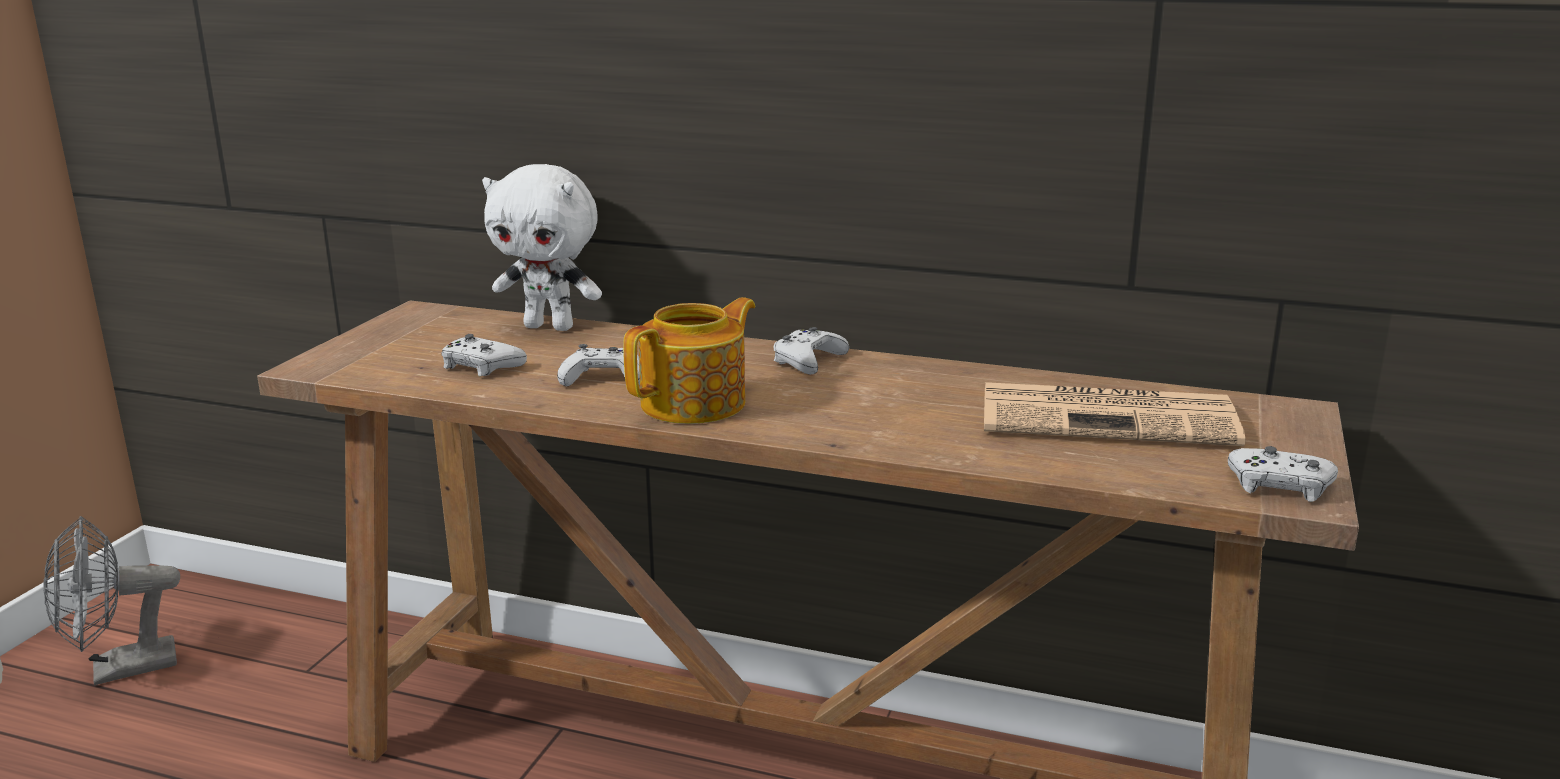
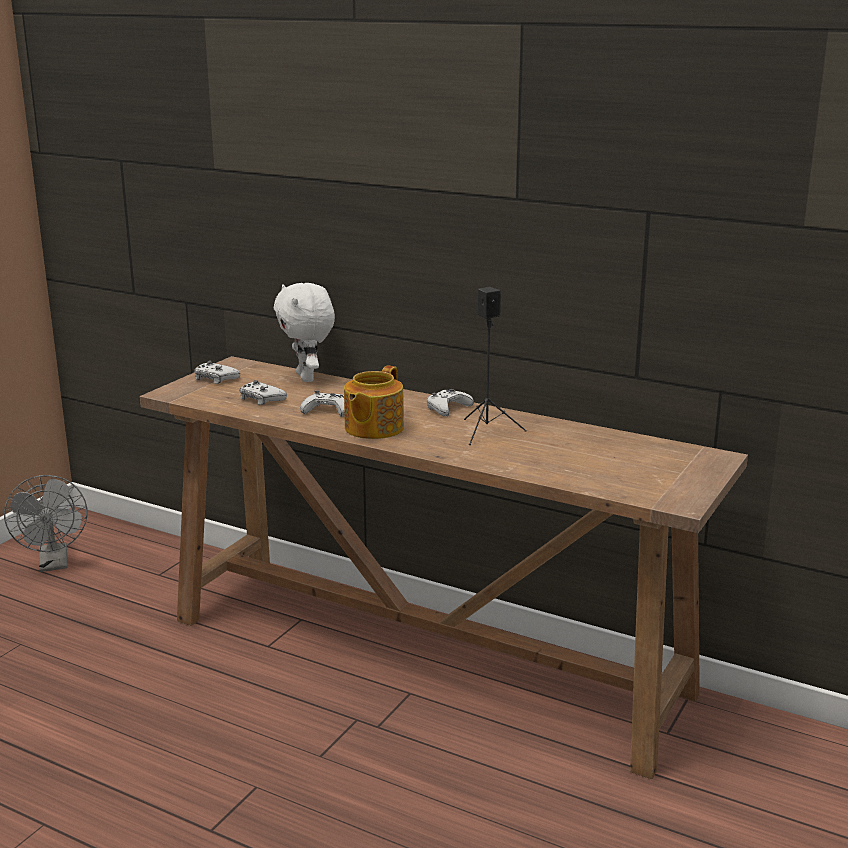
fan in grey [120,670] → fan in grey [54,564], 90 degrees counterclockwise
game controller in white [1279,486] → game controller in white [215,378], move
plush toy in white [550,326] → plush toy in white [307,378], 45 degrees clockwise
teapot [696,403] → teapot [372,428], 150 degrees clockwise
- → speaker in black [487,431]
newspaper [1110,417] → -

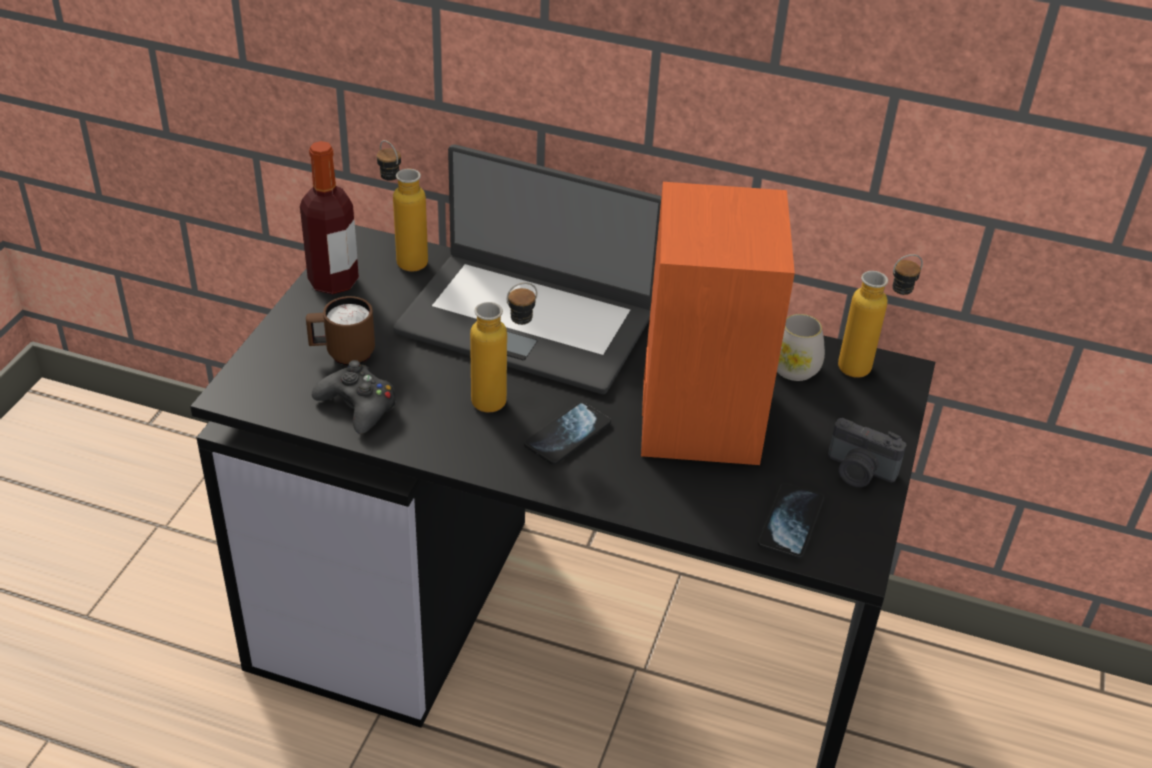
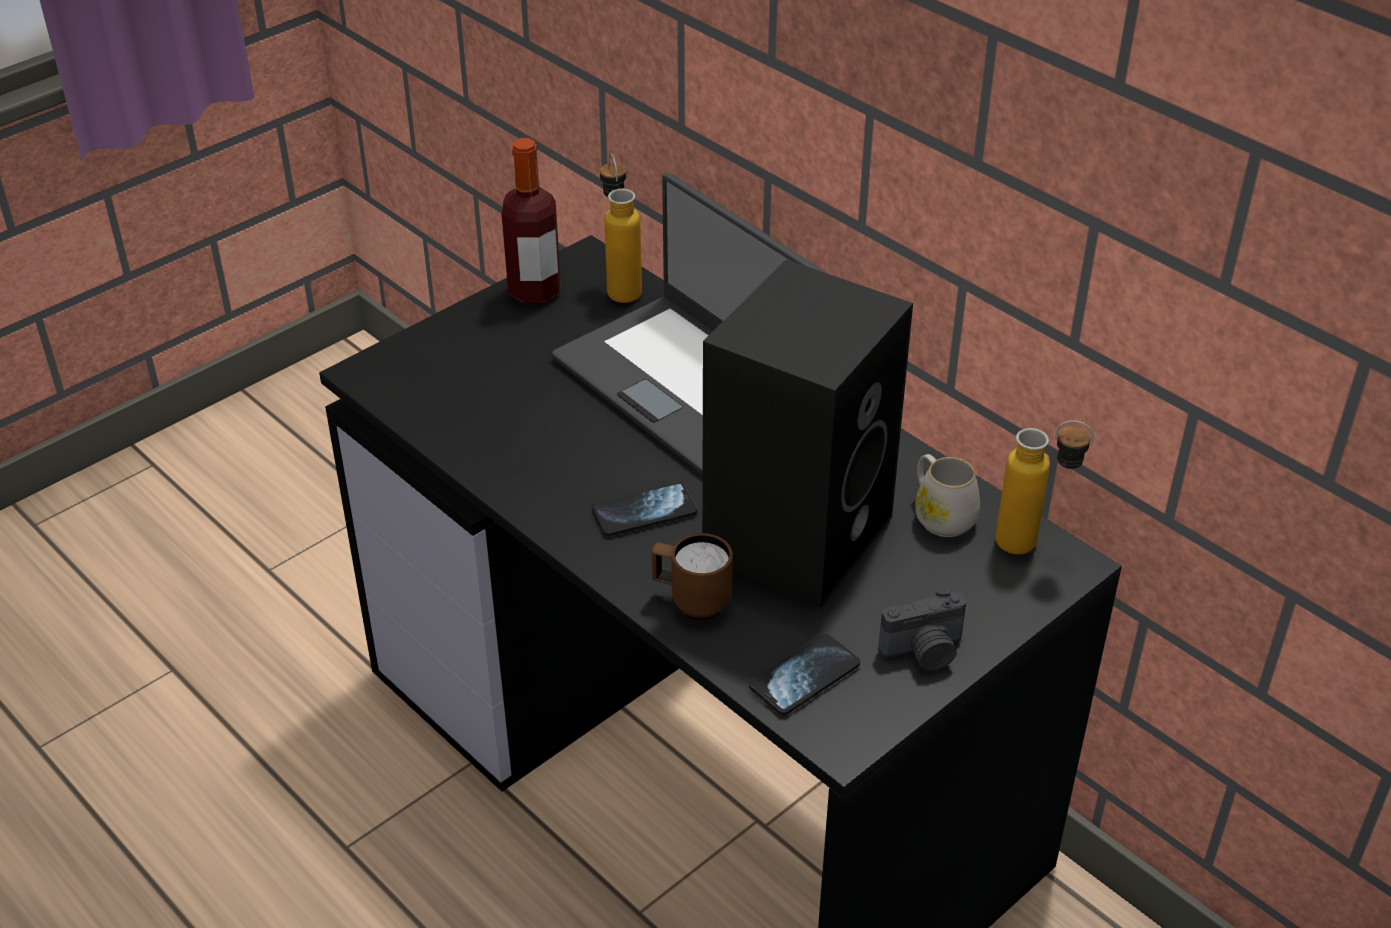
mug in brown [343,355] → mug in brown [691,601], move
speaker in orange [696,412] → speaker in black [797,532]
photo camera [858,472] → photo camera [924,652], 75 degrees counterclockwise
game controller in black [358,406] → -
bottle [503,399] → -

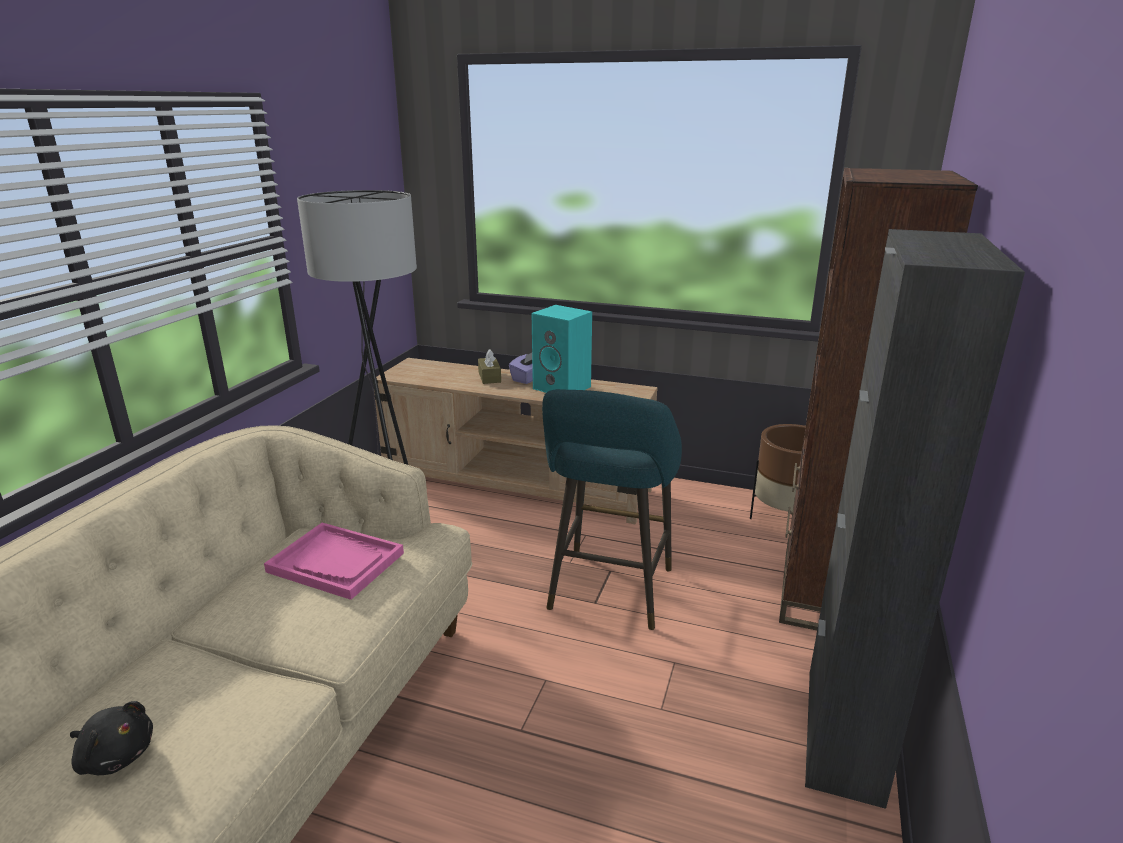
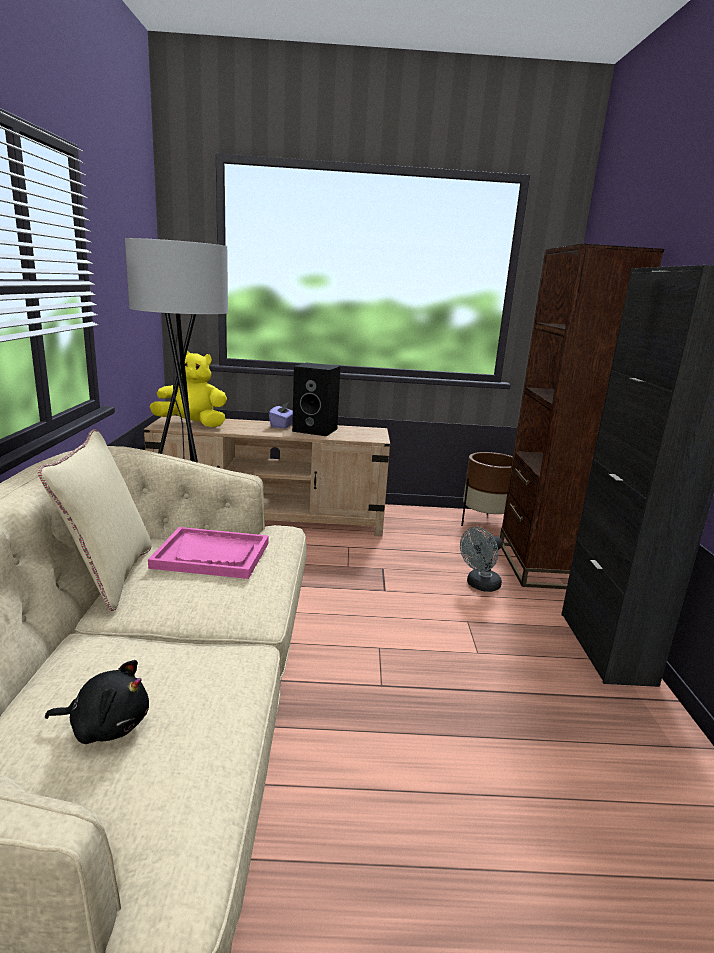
- → pillow in beige [109,576]
- → plush toy in yellow [192,424]
speaker in turquoise [563,388] → speaker in black [316,430]
- → fan in grey [479,585]
tissue box in brown [489,377] → -
stool in turquoise [609,593] → -

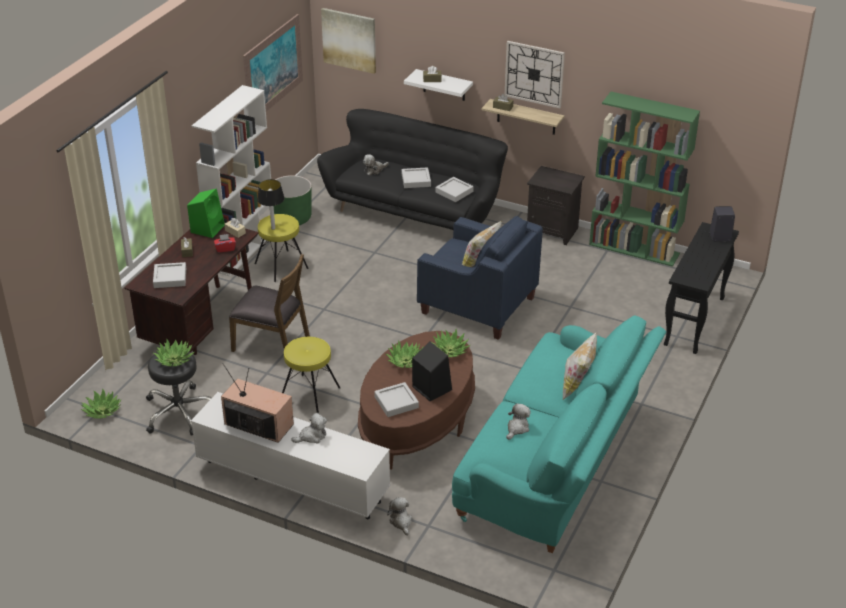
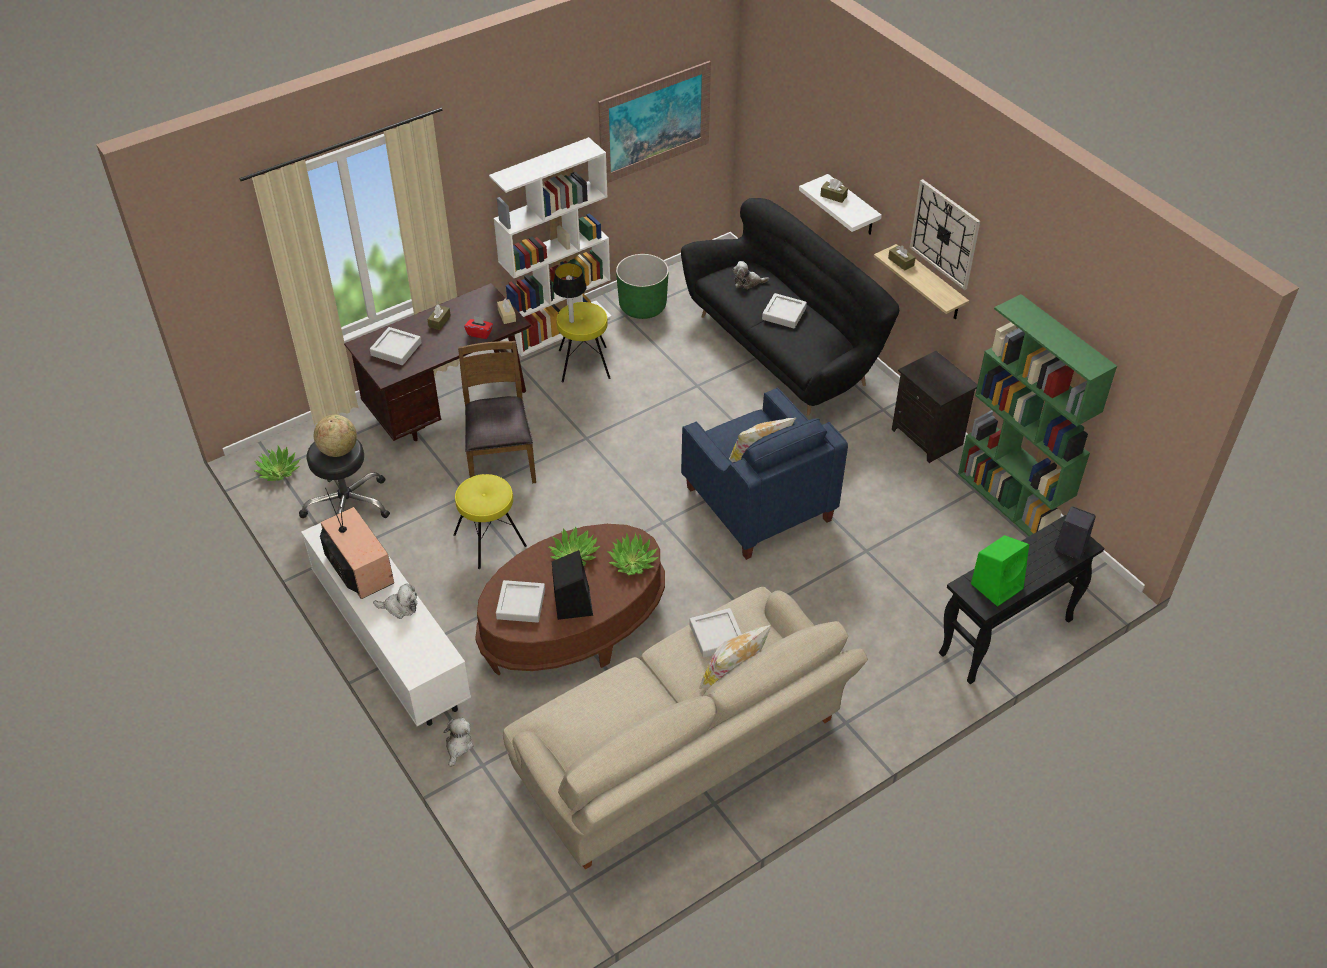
potted plant [174,359] → globe [338,450]
chair in brown [272,343] → chair in brown [500,458], 150 degrees counterclockwise
sofa in turquoise [557,463] → sofa in beige [682,755]
tray in grey [454,192] → tray in grey [716,635], move
speaker in green [208,228] → speaker in green [997,585], move
picture [349,40] → -
plush toy [517,428] → -

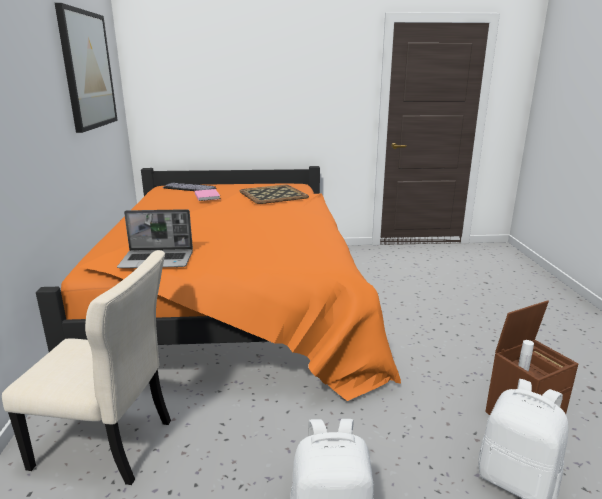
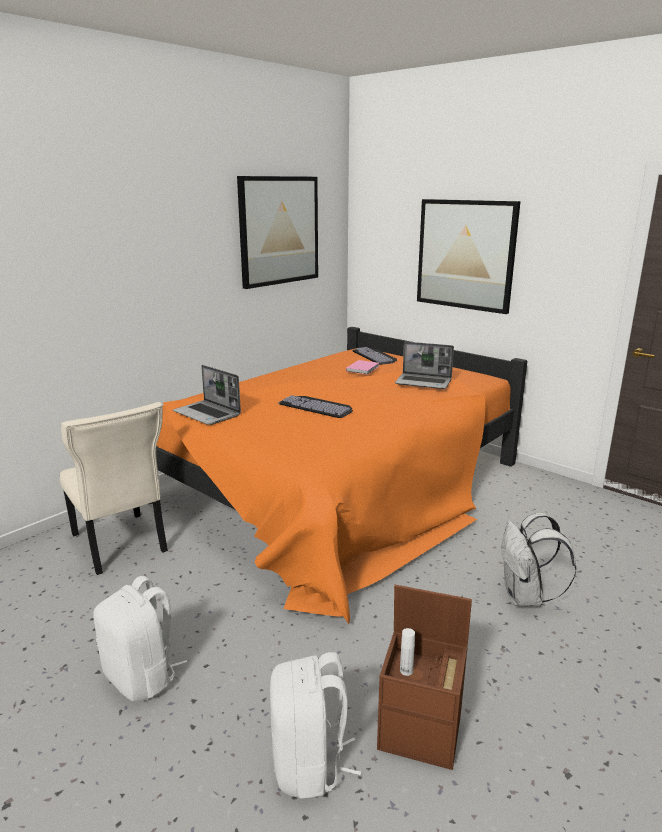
- → keyboard [318,406]
tray [273,194] → laptop [424,382]
- → picture [465,255]
- → backpack in white [525,597]

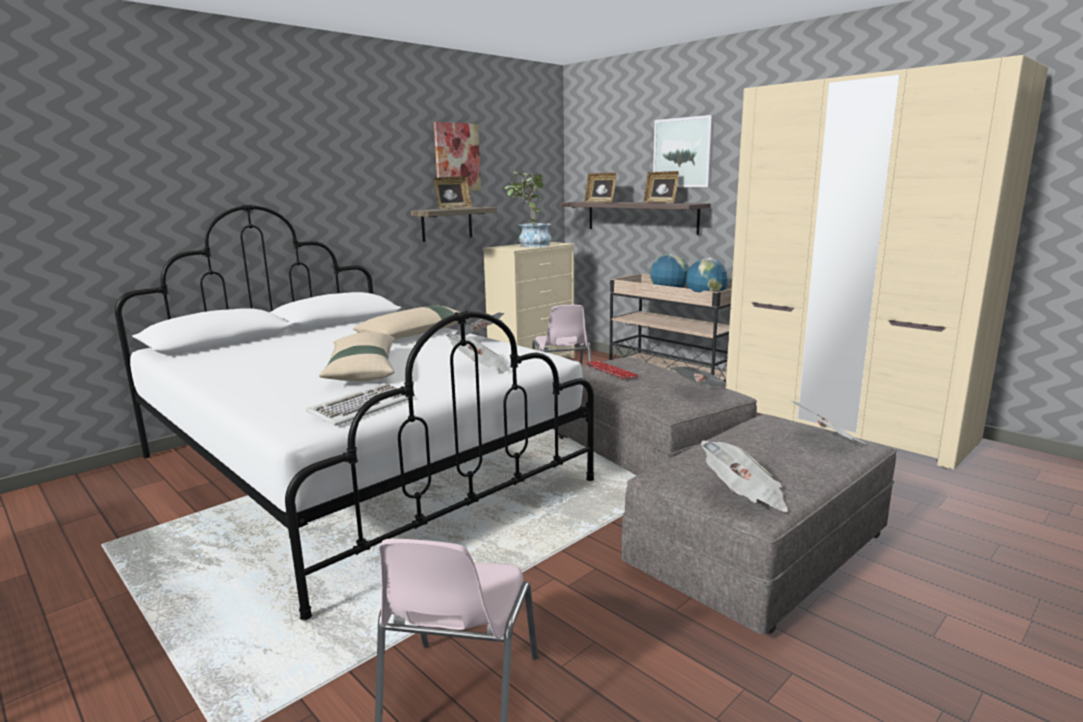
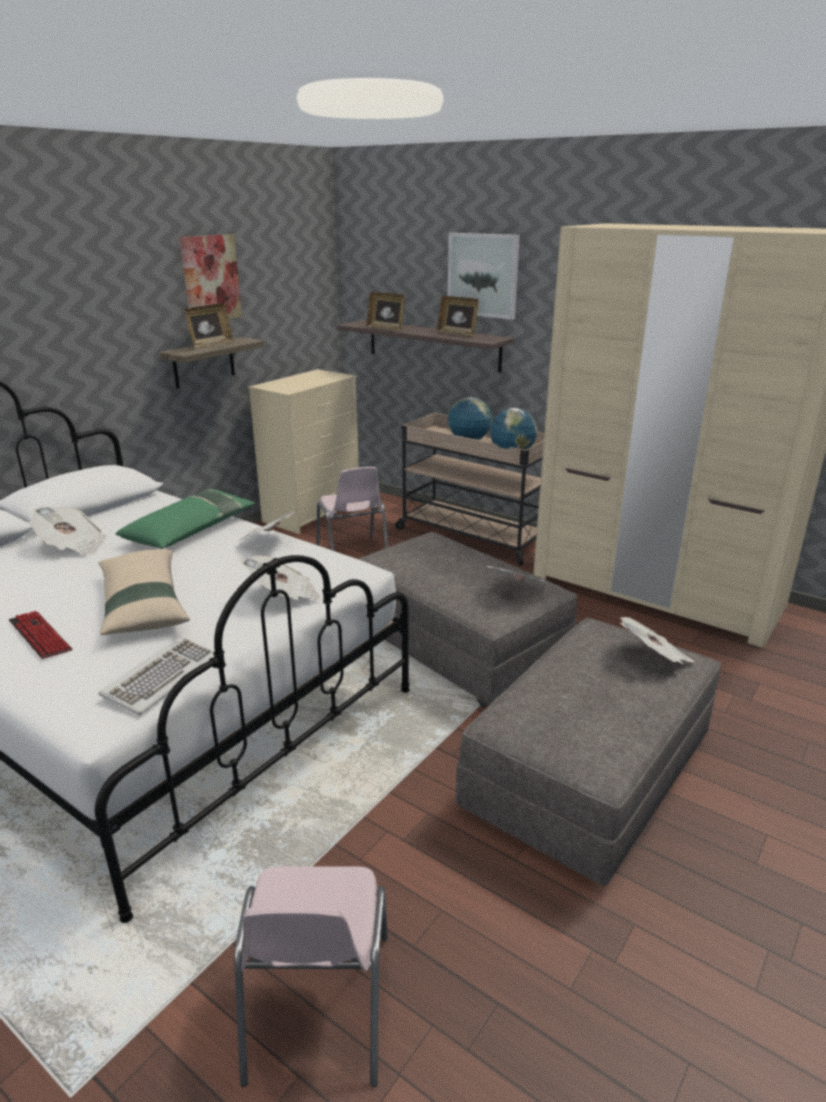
keyboard [610,371] → keyboard [40,636], move
newspaper [744,496] → newspaper [72,546], move
pillow in beige [416,334] → pillow in green [191,530]
potted plant [530,245] → -

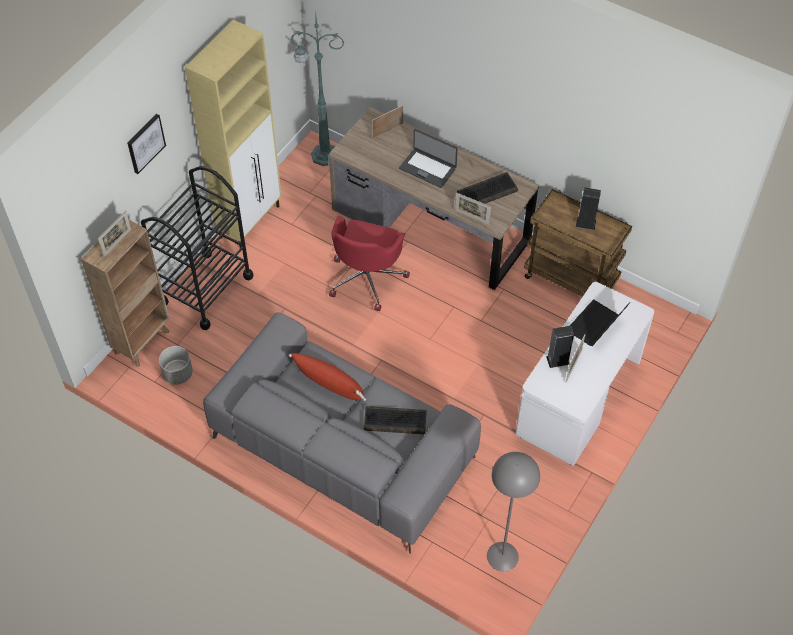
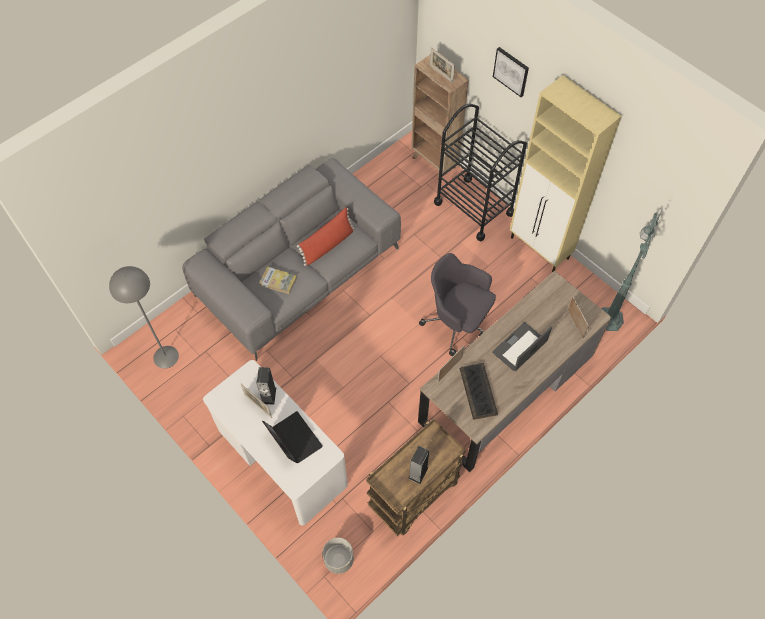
keyboard [394,421] → book [278,281]
planter in grey [178,374] → planter in grey [339,559], move
office chair in red [367,278] → office chair in grey [457,323]

